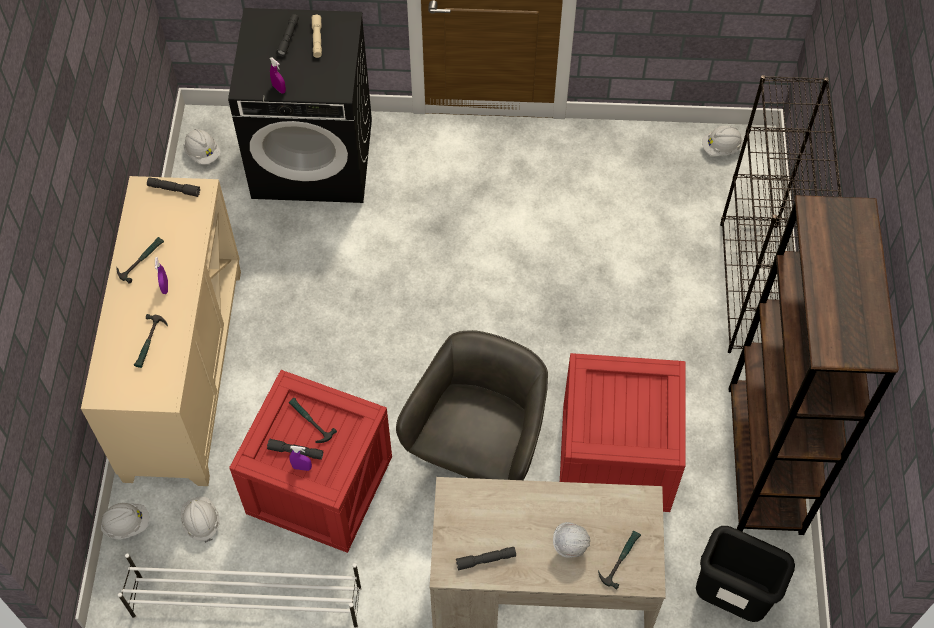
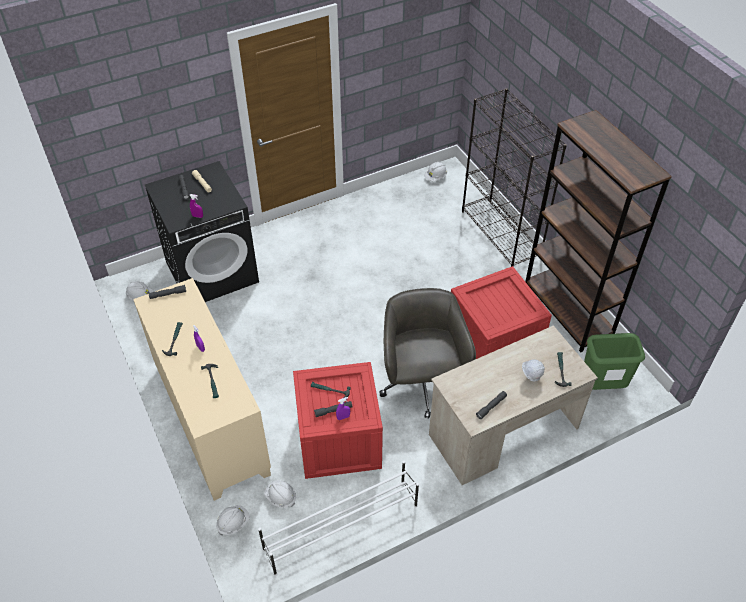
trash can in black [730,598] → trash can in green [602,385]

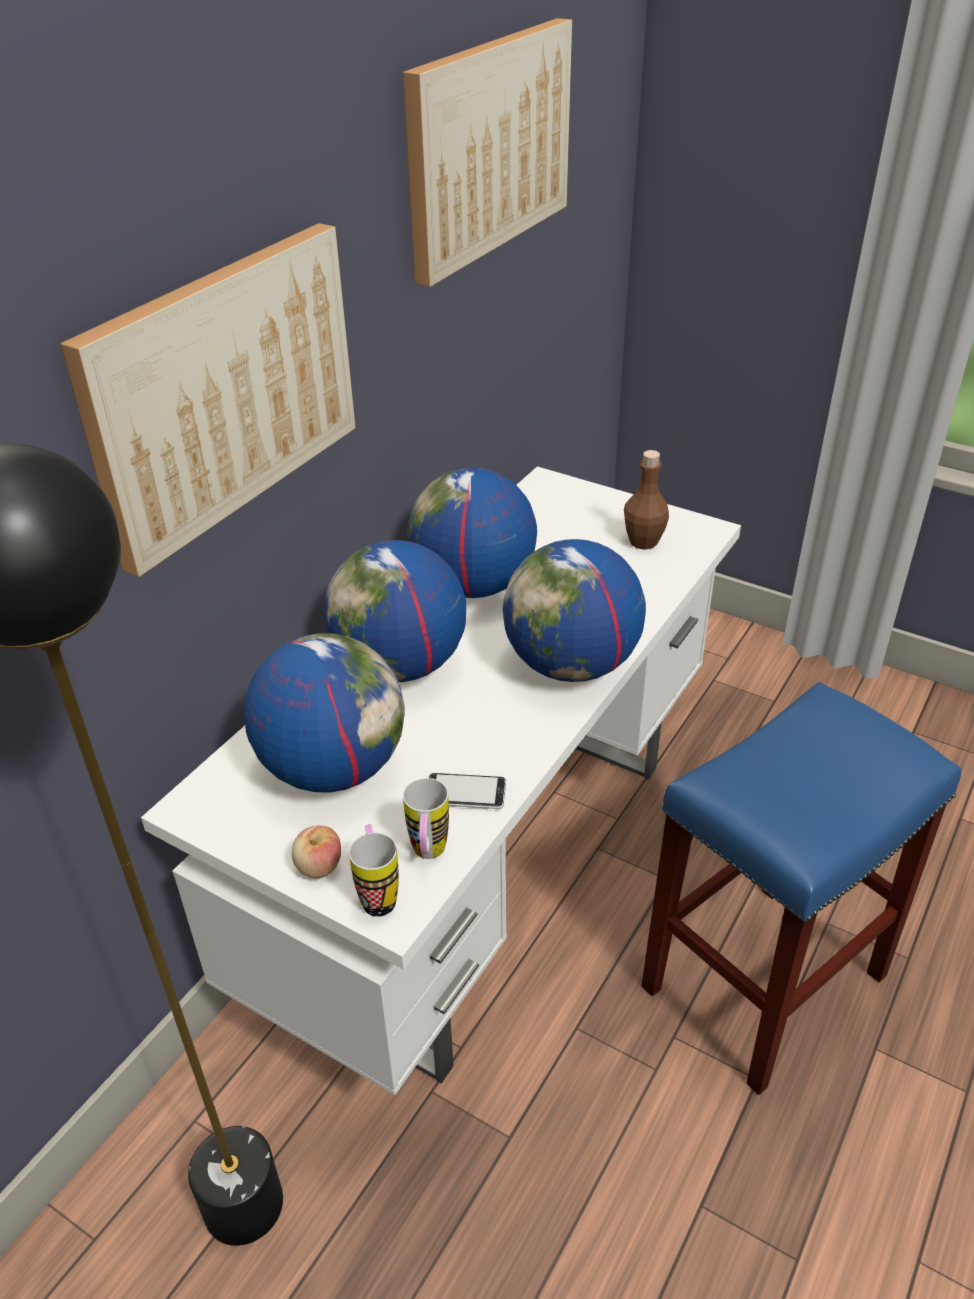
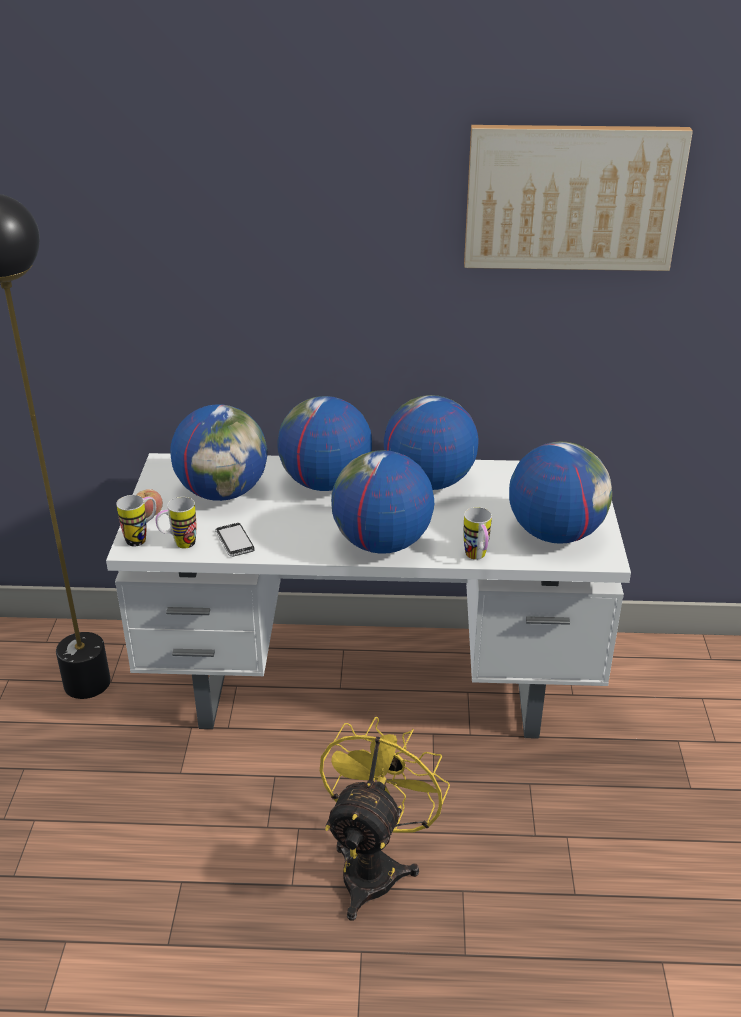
stool in blue [763,984] → fan in yellow [375,865]
- → mug [477,557]
bottle in brown [643,541] → globe [554,533]
picture [224,390] → -

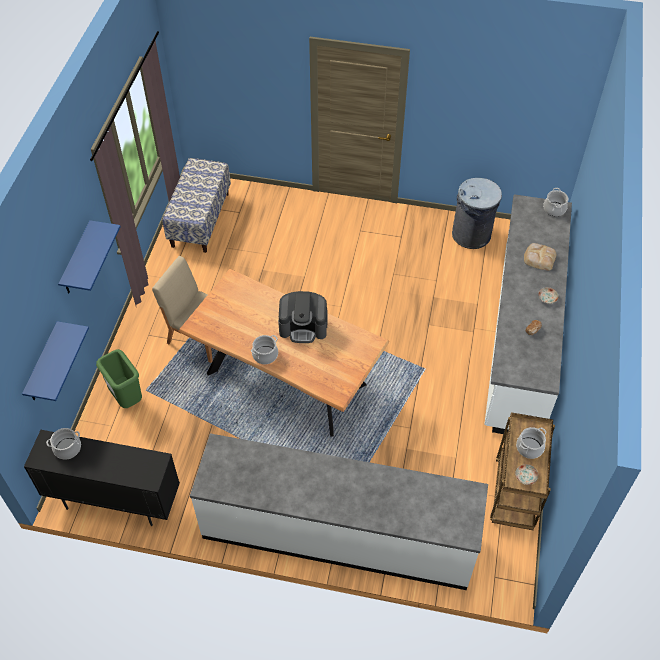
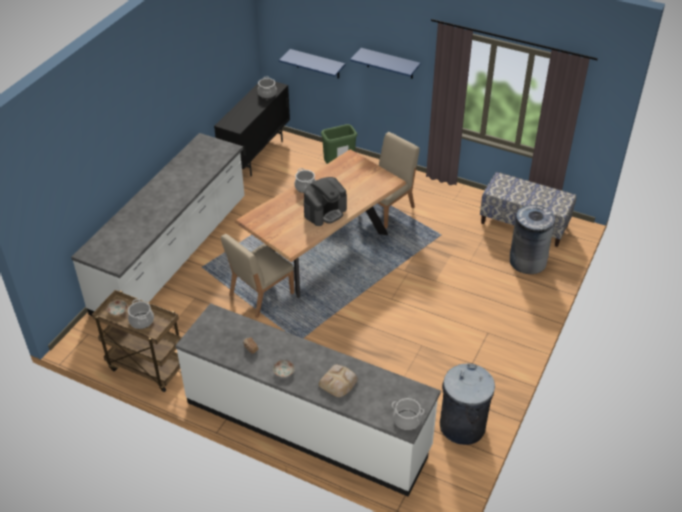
- → chair in beige [260,294]
coffee machine [303,326] → coffee machine [325,212], 150 degrees counterclockwise
- → trash can in grey [527,261]

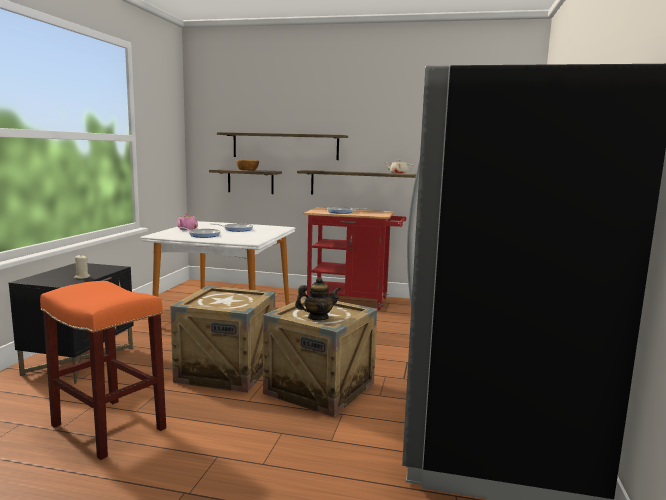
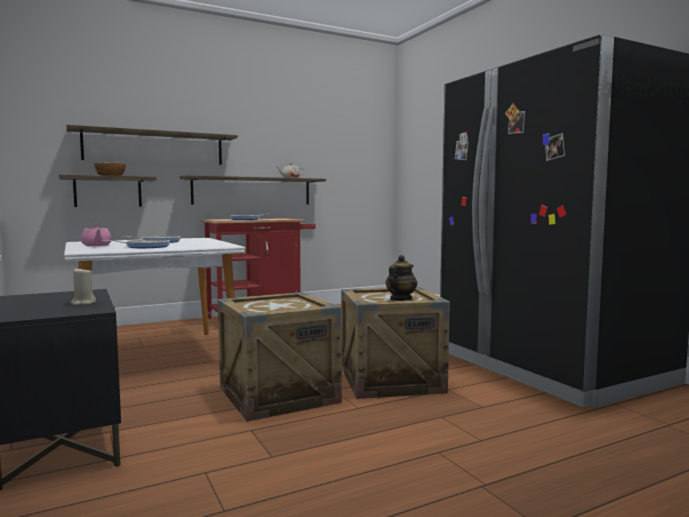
stool in orange [107,427] → -

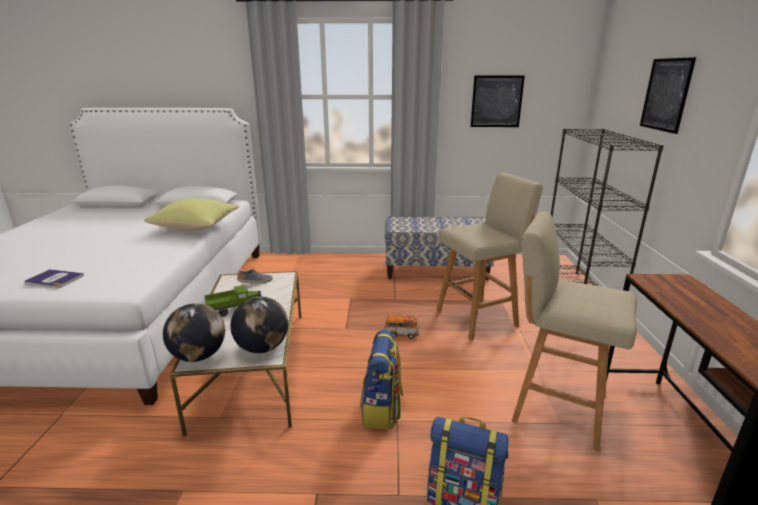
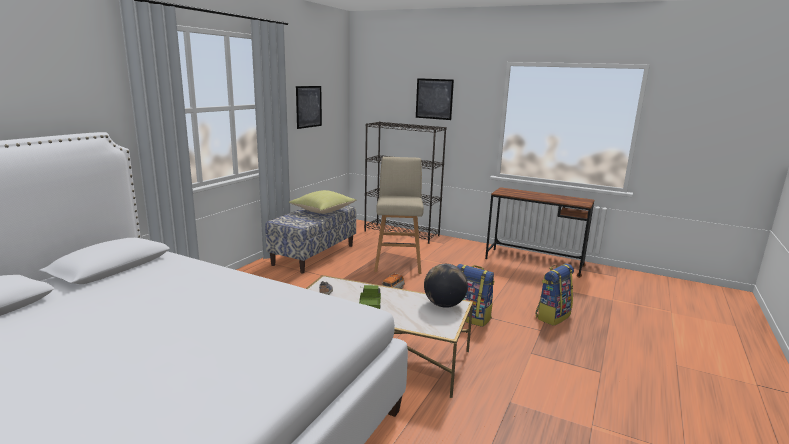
pillow in yellow [197,227] → pillow in yellow [323,211], move
book [54,279] → -
globe [199,356] → -
stool in beige [555,407] → -

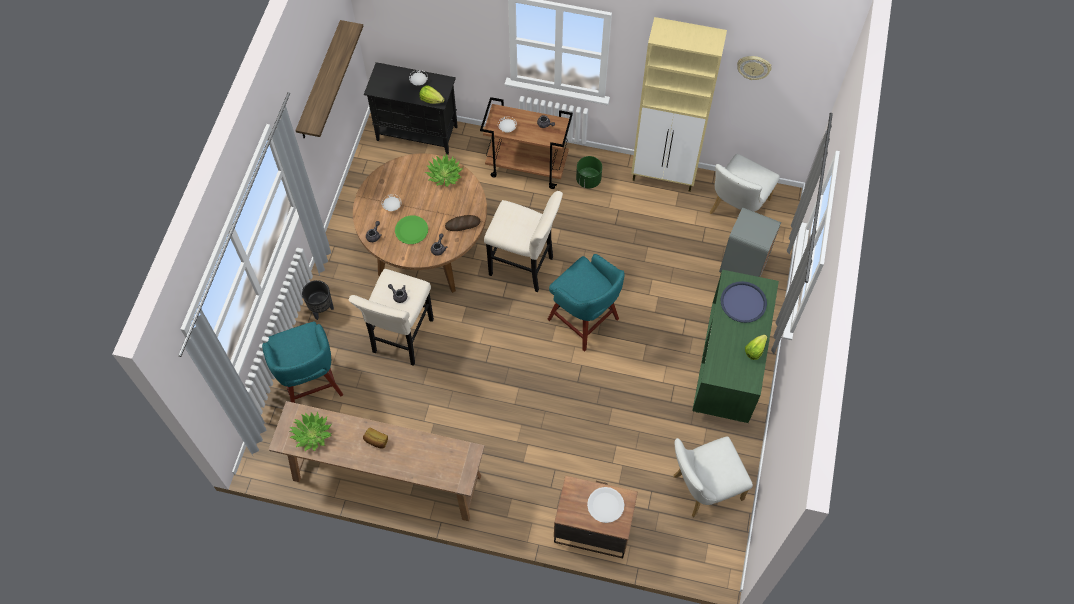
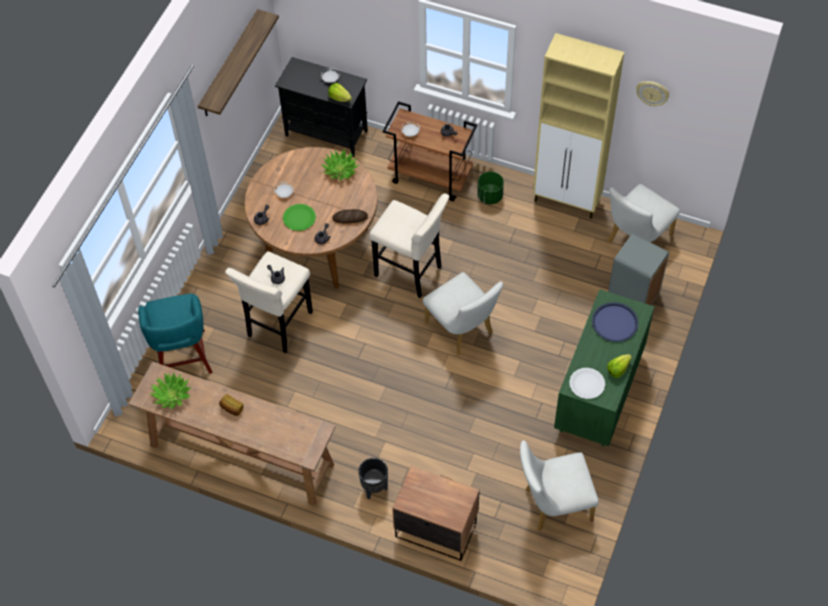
planter in black [322,310] → planter in black [375,489], move
stool in turquoise [584,321] → chair in white [462,331]
plate in white [605,505] → plate in white [587,384], move

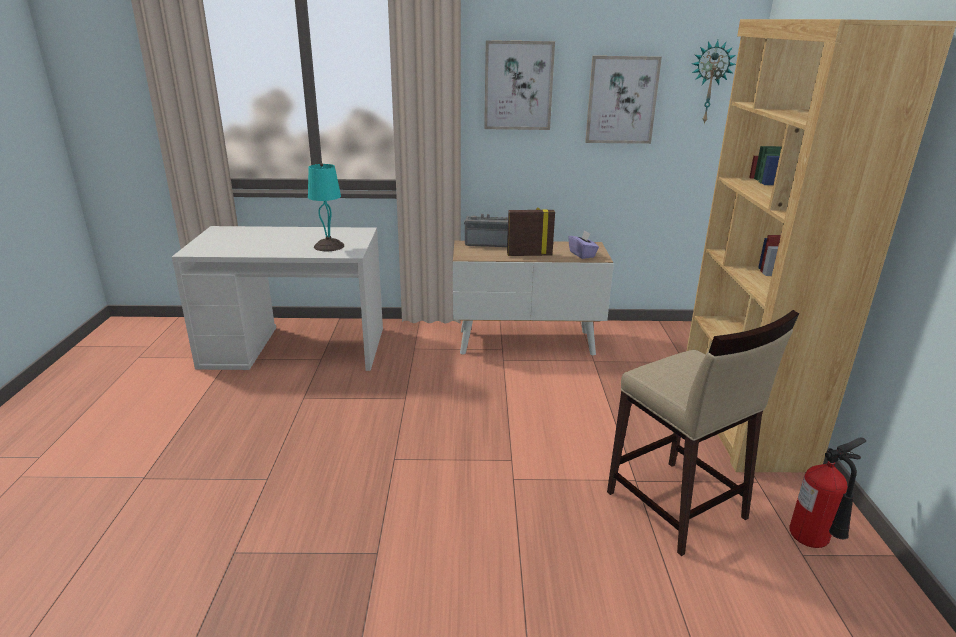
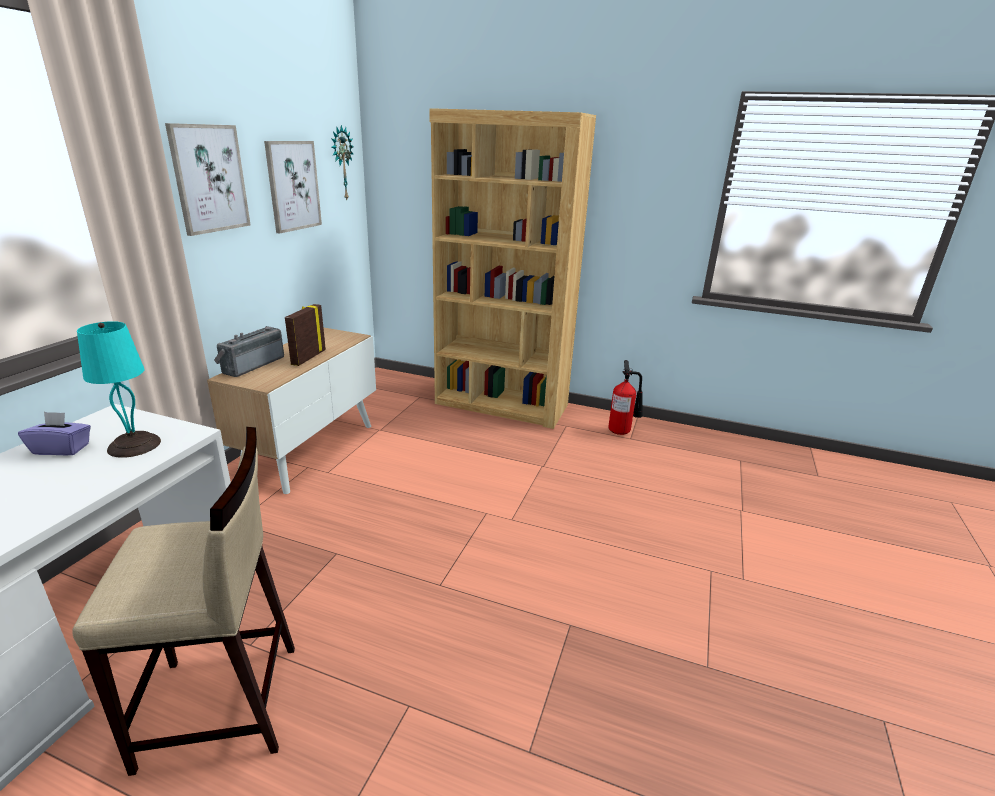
tissue box in purple [582,254] → tissue box in purple [62,449], move
stool in beige [676,506] → stool in beige [222,706], move

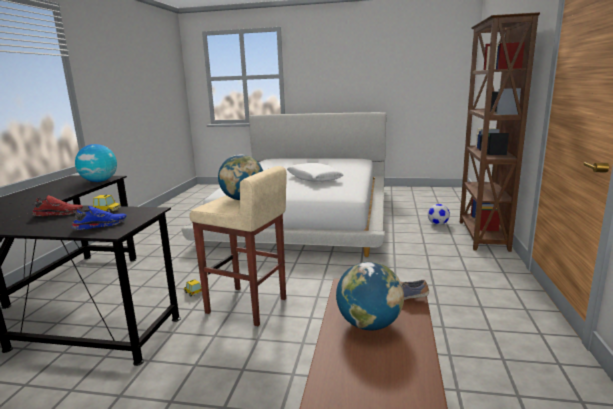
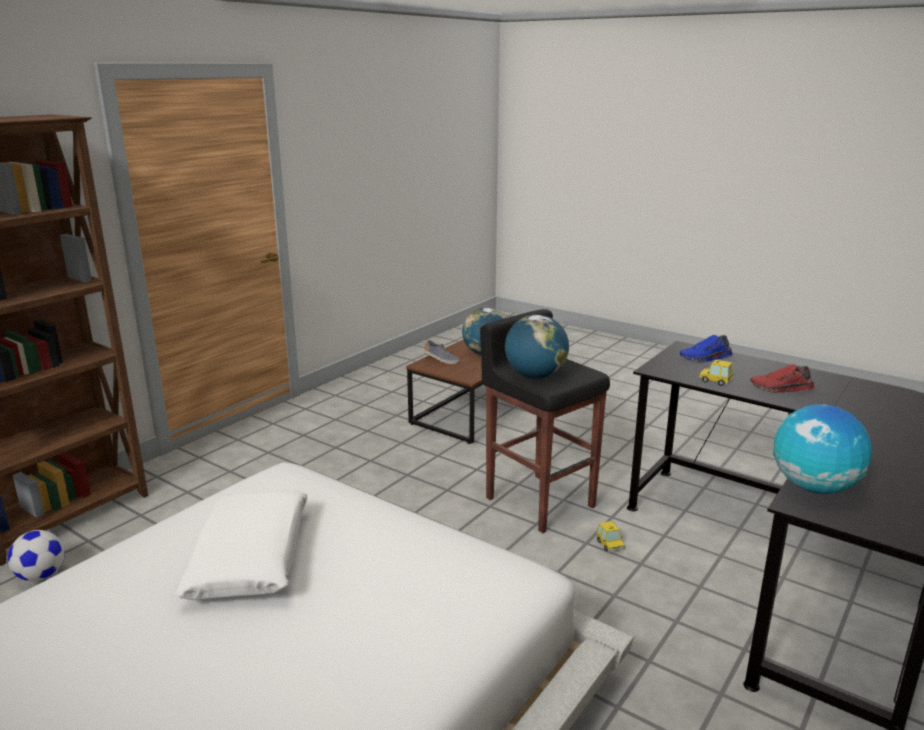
stool in beige [247,306] → stool in black [539,501]

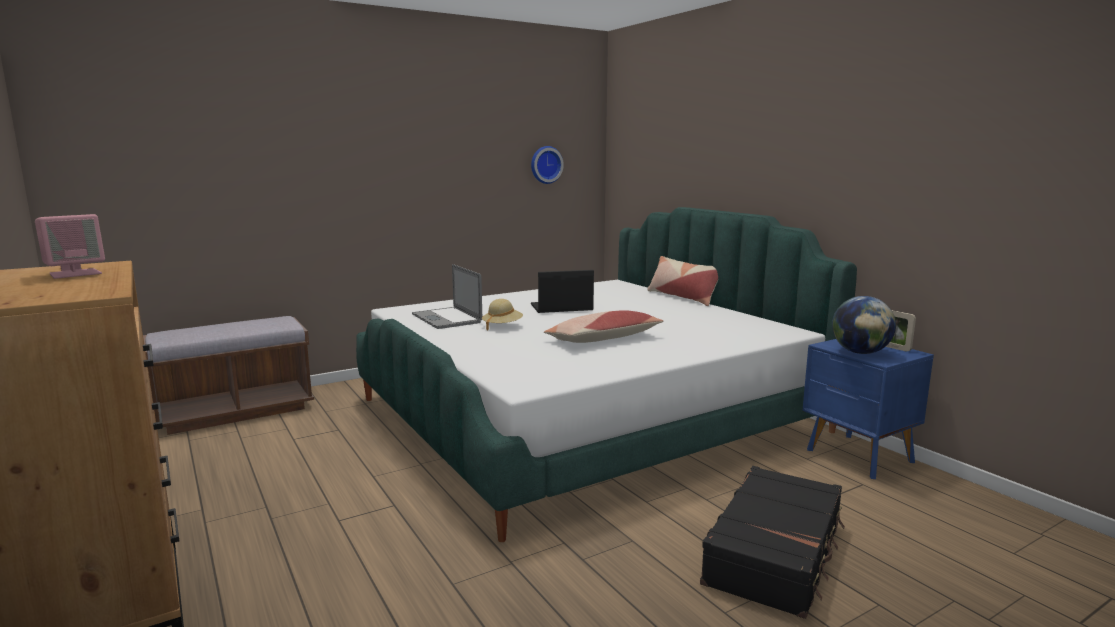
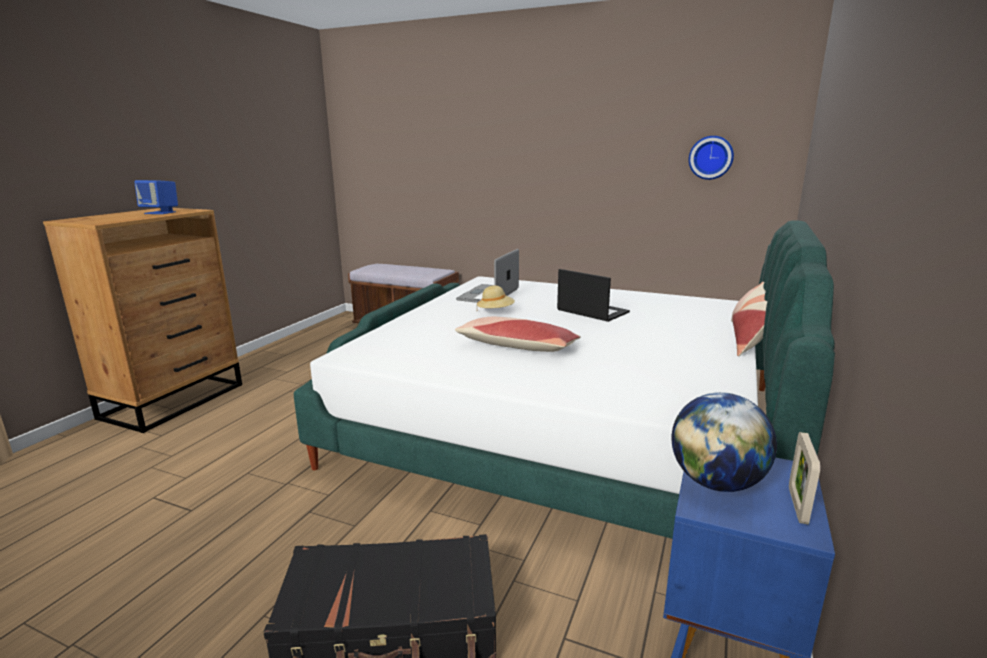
speaker in pink [75,273] → speaker in blue [161,213]

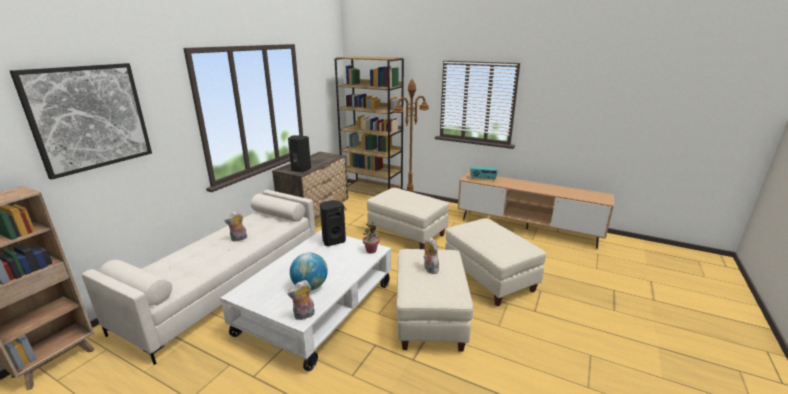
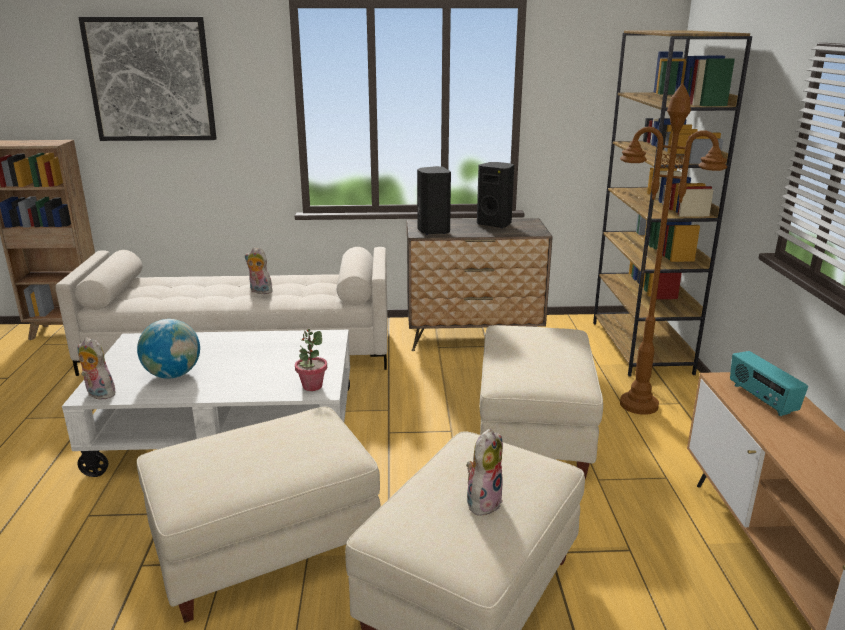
plush toy [429,269] → plush toy [483,501], move
speaker in black [333,241] → speaker in black [495,224], move

